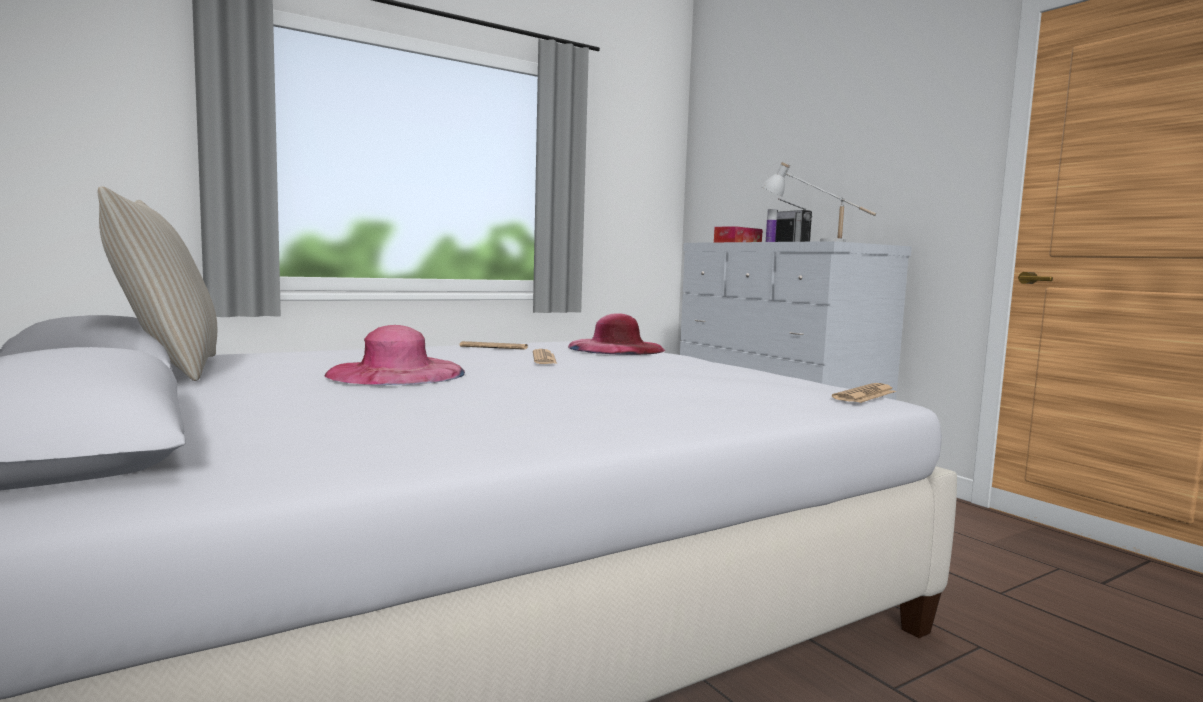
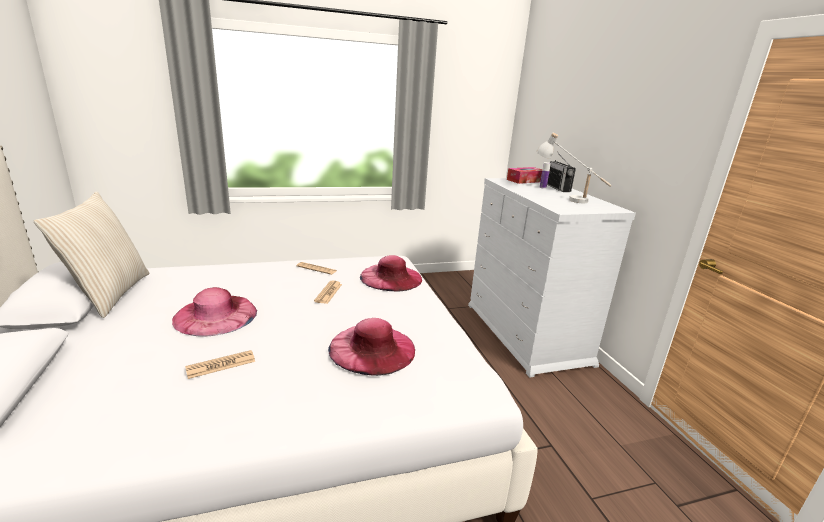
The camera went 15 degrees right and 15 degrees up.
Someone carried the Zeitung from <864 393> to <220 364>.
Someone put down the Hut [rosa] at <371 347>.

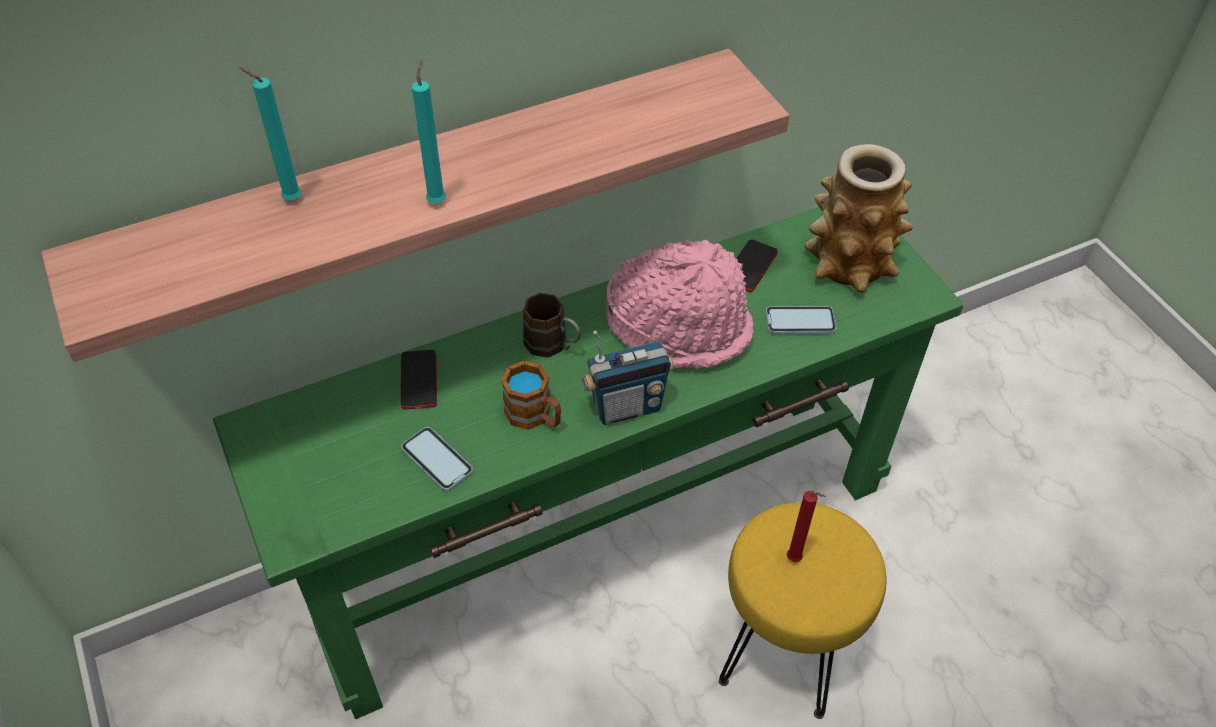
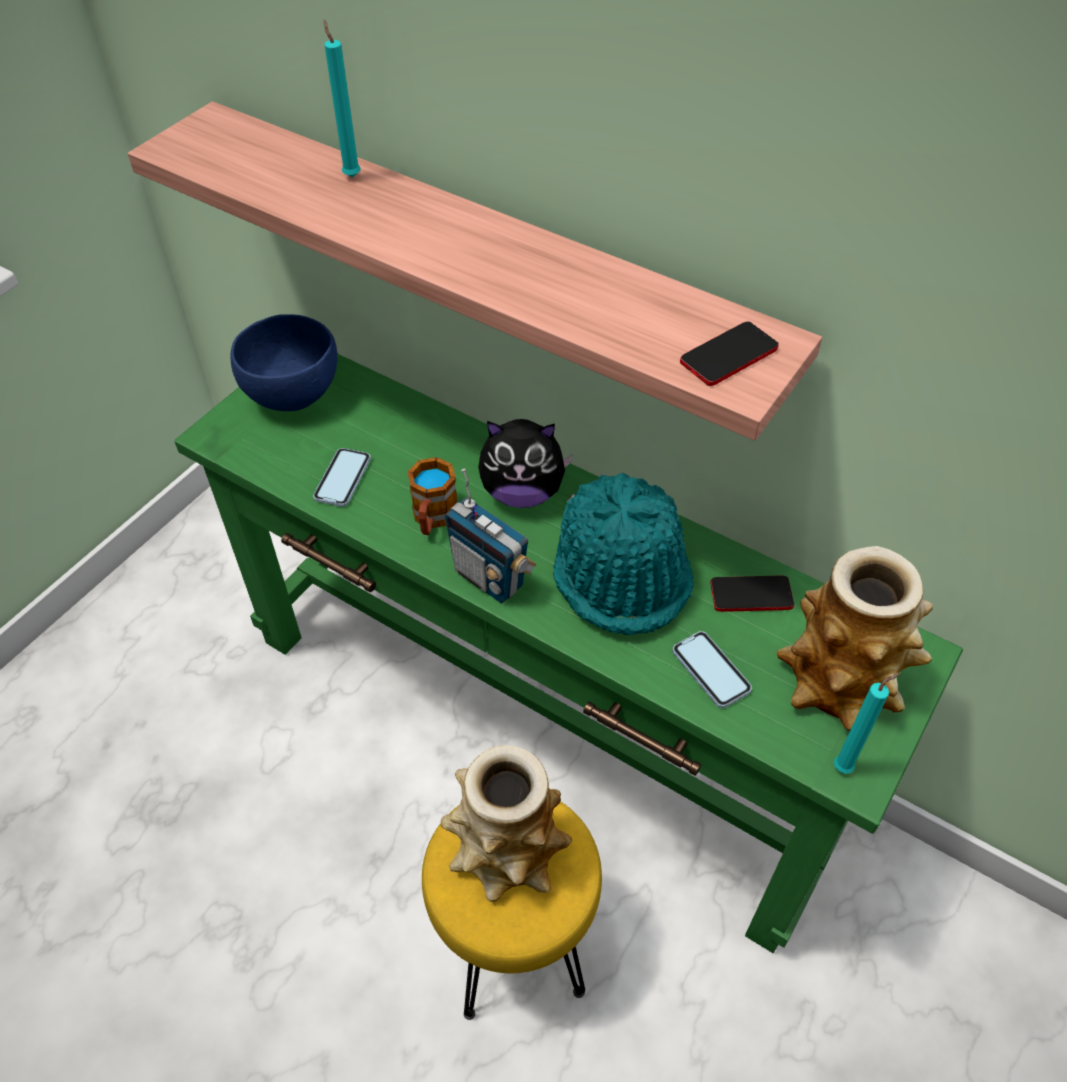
The camera went 60 degrees right and 0 degrees up.
Someone put down the Schüssel [blau] at <283 362>.
Someone swapped the Kerze [rot] at <806 526> for the Vase at <506 823>.
Someone swapped the Henkelbecher [braun] at <552 325> for the Plüschtier at <525 463>.
Someone repainted the Hut [rosa] at <680 304>, which became the Hut [türkis] at <623 554>.
Someone carried the Handy from <418 380> to <729 354>.
Someone carried the Kerze [türkis] from <429 131> to <867 723>.

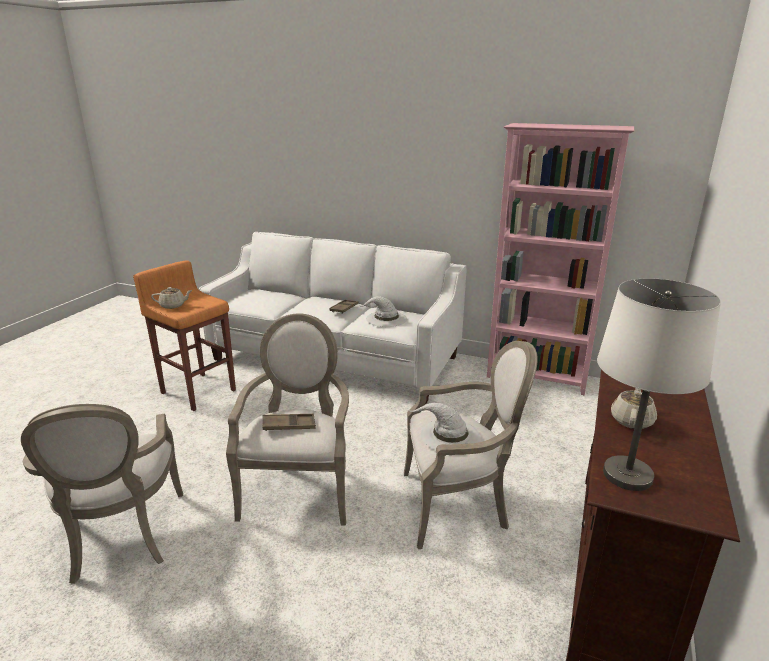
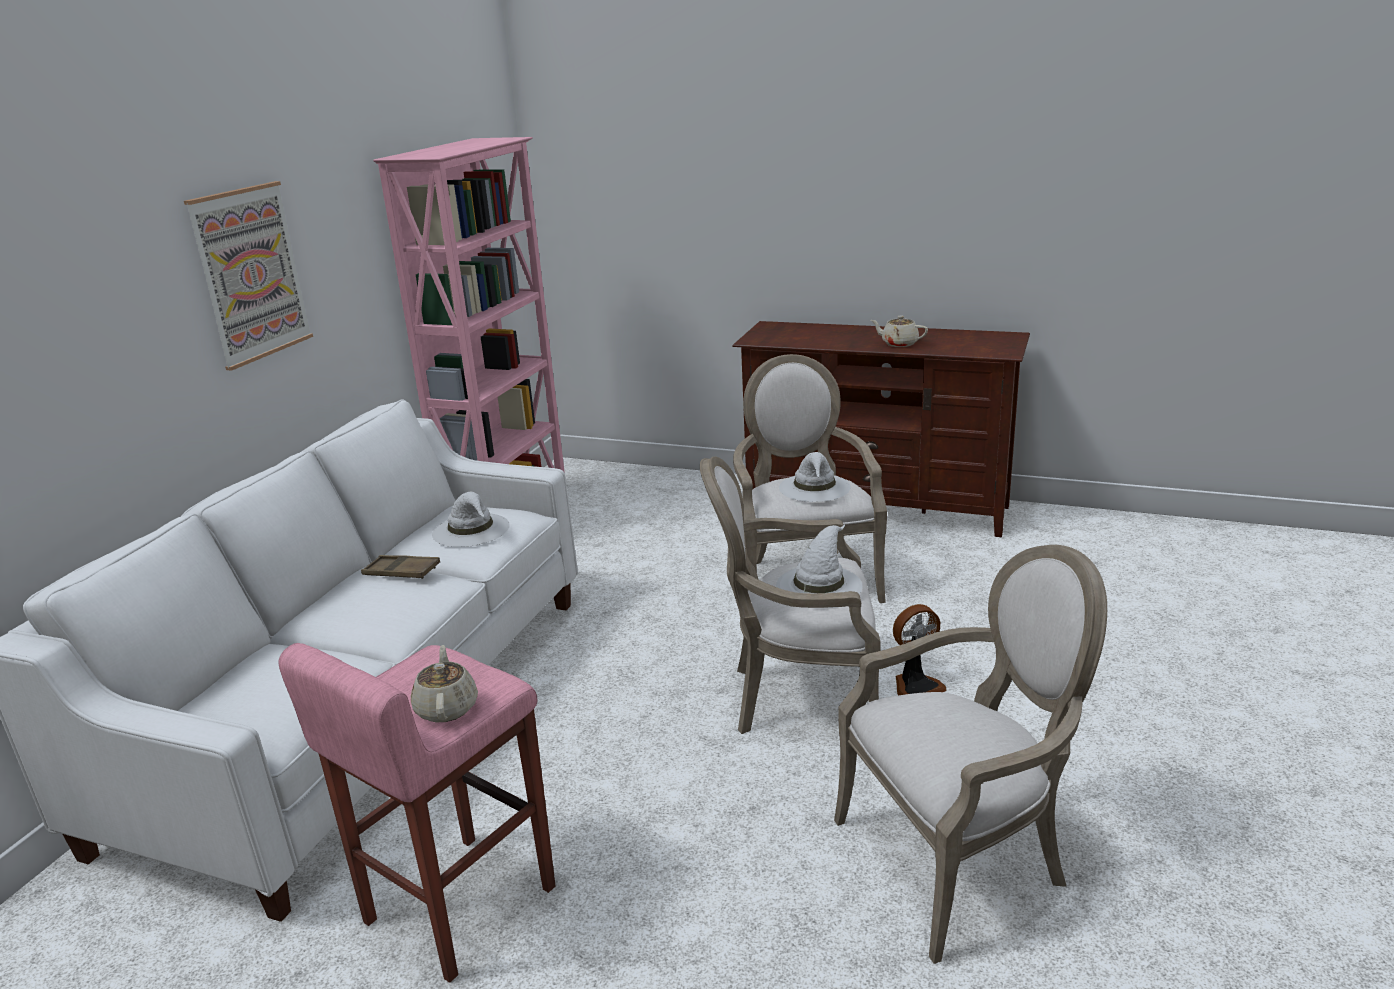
The camera went 90 degrees left and 0 degrees up.
Someone put up the Bild at <248 275>.
Someone repainted the Hocker [orange] at <184 336>, which became the Hocker [rosa] at <417 813>.
Someone swapped the Tablett [braun] at <289 422> for the Hut [weiß] at <819 559>.
Someone put down the Ventilator at <919 649>.
Someone took away the Tischlampe [weiß] at <659 384>.

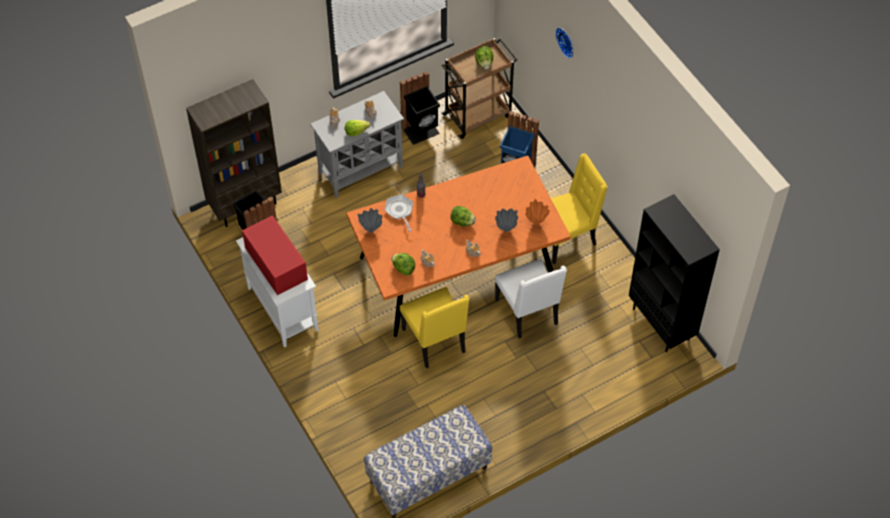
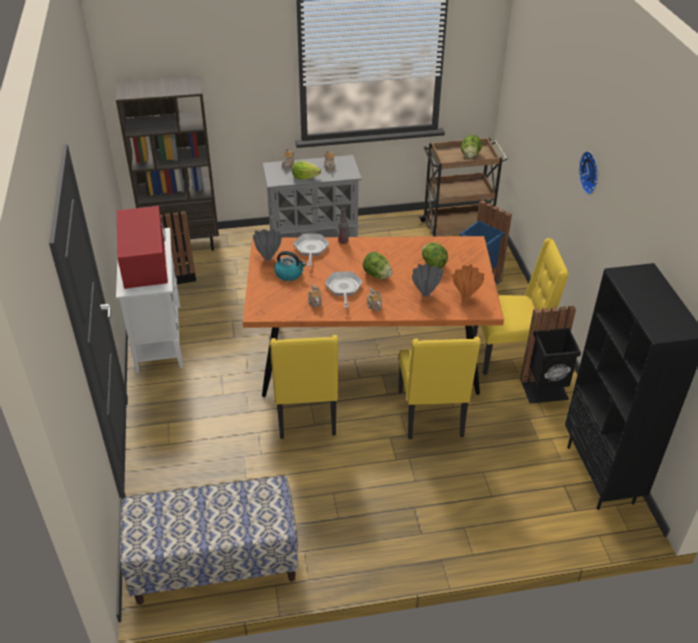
The camera went 20 degrees right and 15 degrees down.
Someone put down the Wasserkessel at <290 266>.
Someone put down the Pfanne at <344 289>.
Someone repainted the Stuhl [weiß] at <531 299>, which became the Stuhl [gelb] at <439 388>.
Someone carried the Salatkopf from <403 264> to <435 255>.
Someone carried the Mülleimer [schwarz] from <420 108> to <550 354>.
Someone carried the Wanduhr from <564 42> to <588 173>.

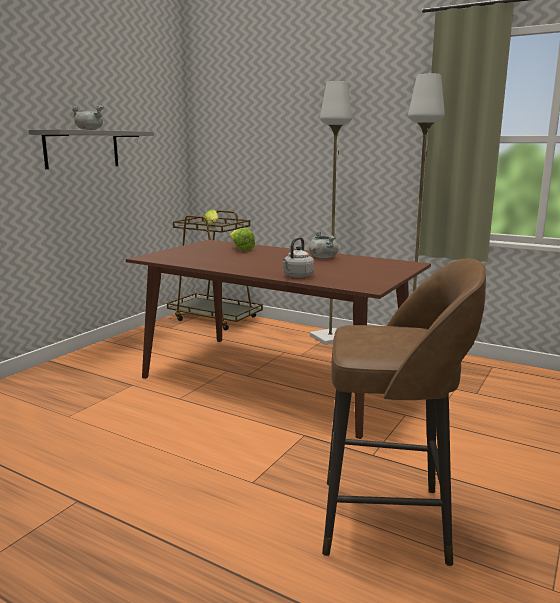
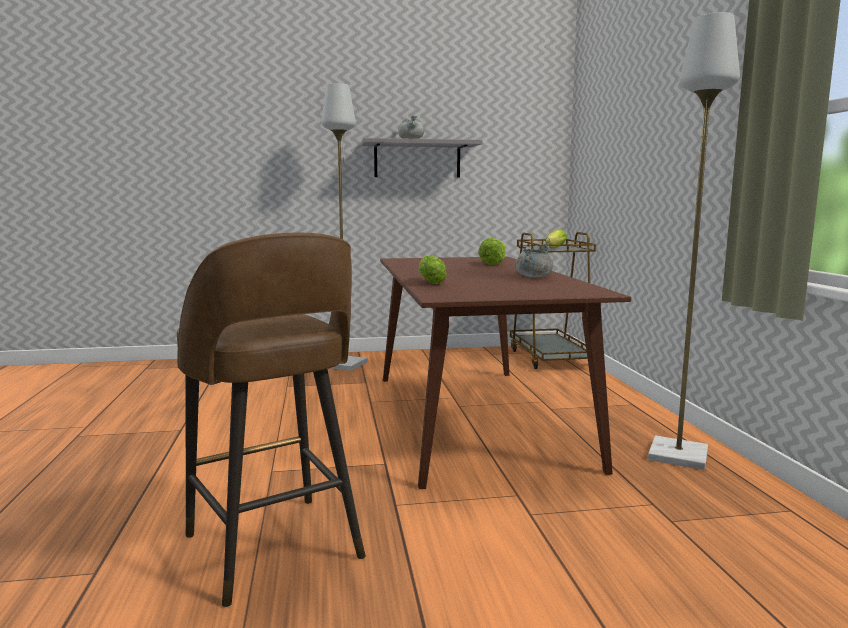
The camera went 50 degrees right and 5 degrees down.
Someone carried the Stehlampe [grau] from <331 213> to <344 227>.
Someone swapped the Wasserkessel [grau] at <298 257> for the Salatkopf at <433 269>.

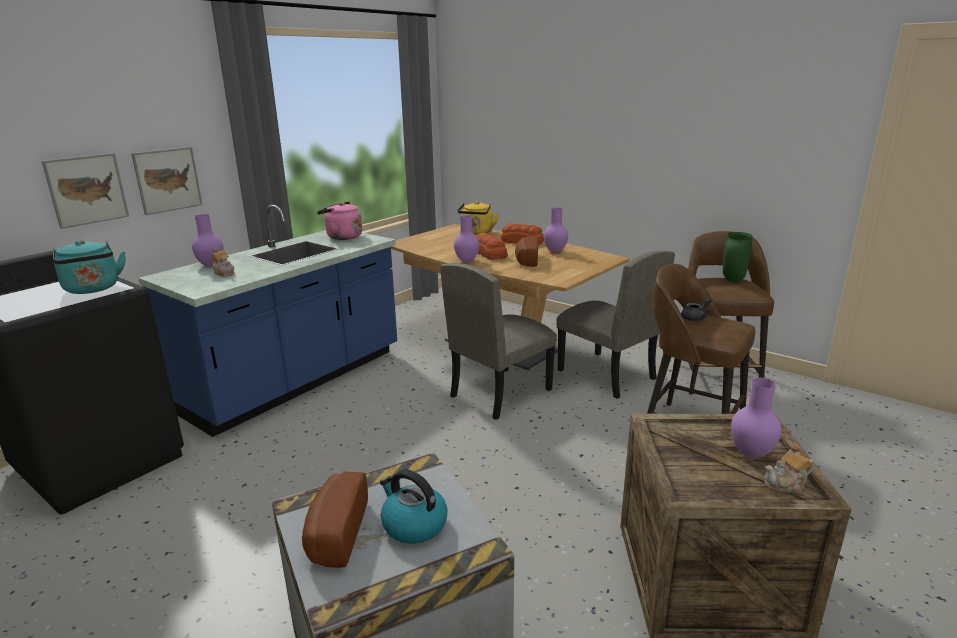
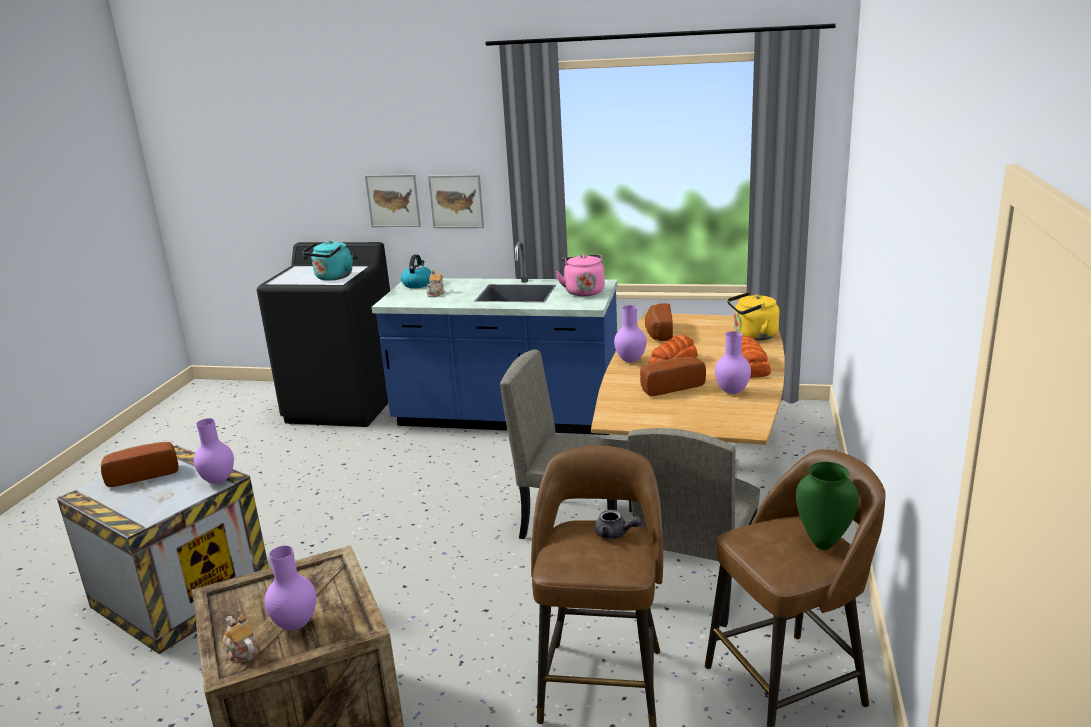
The camera went 65 degrees right and 0 degrees up.
Someone carried the Vase [lila] from <208 240> to <214 451>.
Someone carried the Wasserkessel from <413 506> to <416 271>.
Someone put down the Brot at <659 322>.

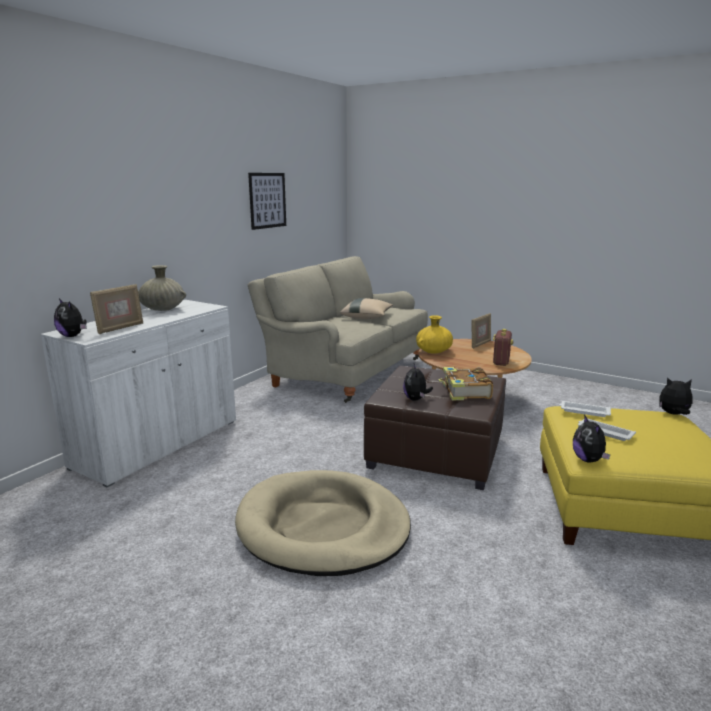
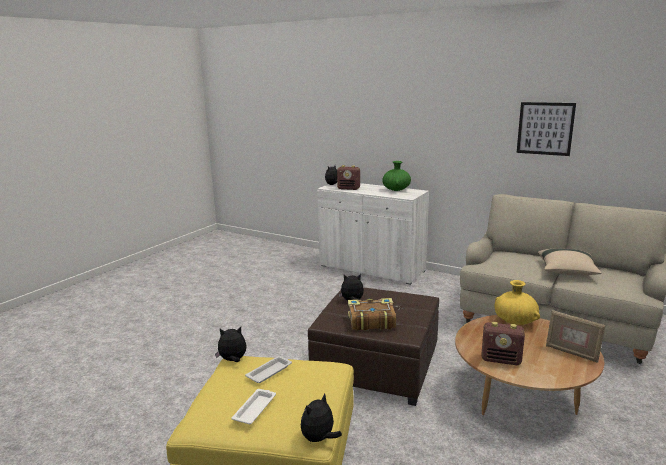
The camera went 90 degrees right and 0 degrees up.
Someone carried the Tablett [weiß] from <585 409> to <253 406>.
Someone rotated the Plüschtier at <676 396> by 150 degrees counterclockwise.
Someone swapped the Bilderrahmen at <117 309> for the Radio at <348 177>.
Someone repainted the Vase [beige] at <162 288>, which became the Vase [grün] at <396 176>.
Someone took away the Hundebett [beige] at <323 523>.

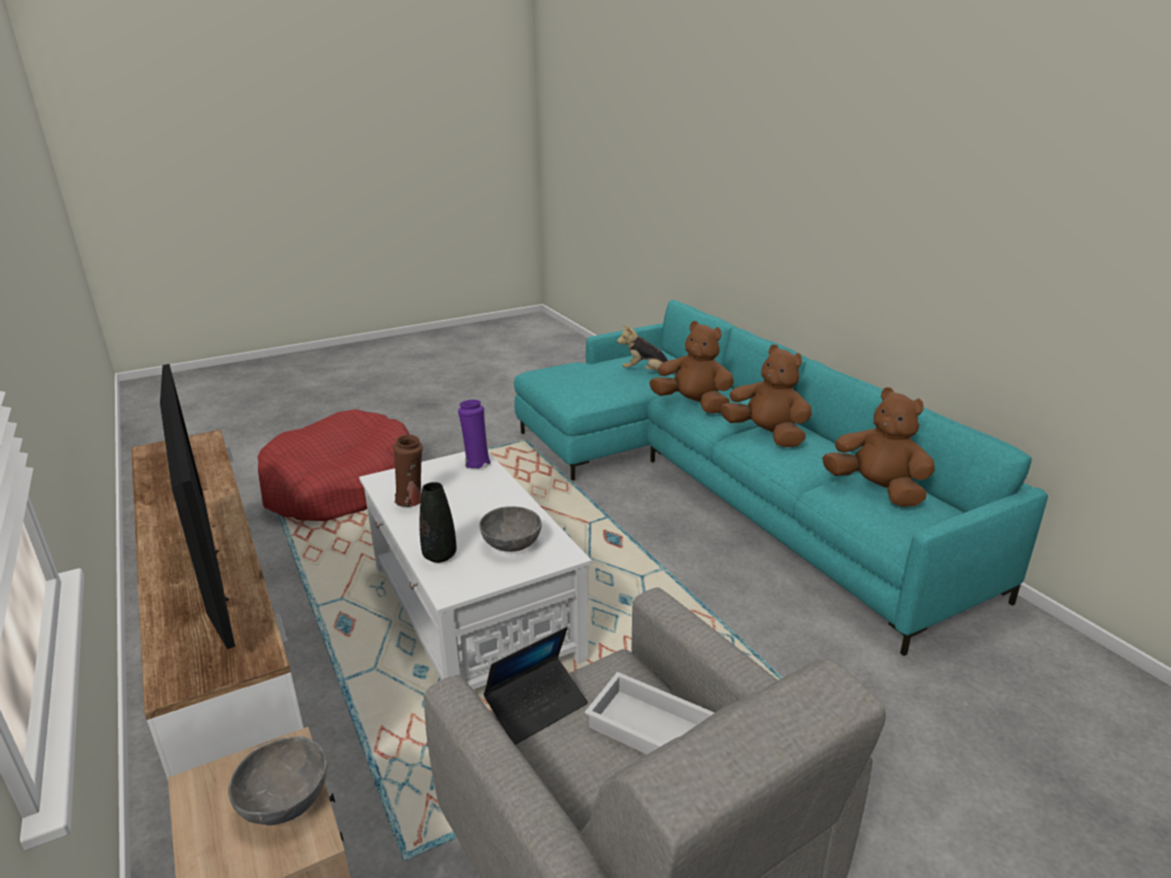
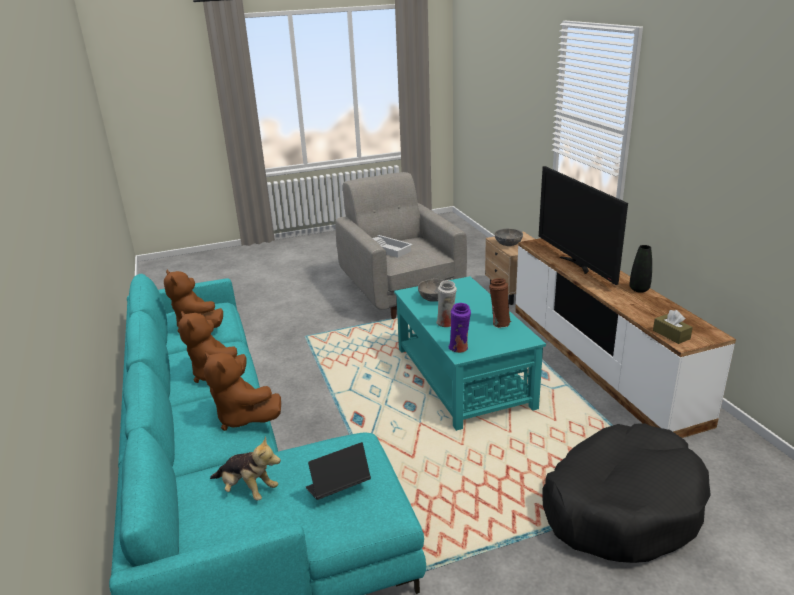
The camera went 170 degrees left and 0 degrees up.
Someone carried the Laptop from <535 686> to <338 471>.
Someone repainted the Couchtisch [weiß] at <475 571>, which became the Couchtisch [türkis] at <470 353>.
Someone put down the Vase [weiß] at <446 303>.
Someone repainted the Hundebett [rot] at <333 465>, which became the Hundebett [schwarz] at <626 493>.
Someone carried the Vase [schwarz] from <438 522> to <640 269>.
Someone put down the Taschentuchbox [braun] at <673 327>.

